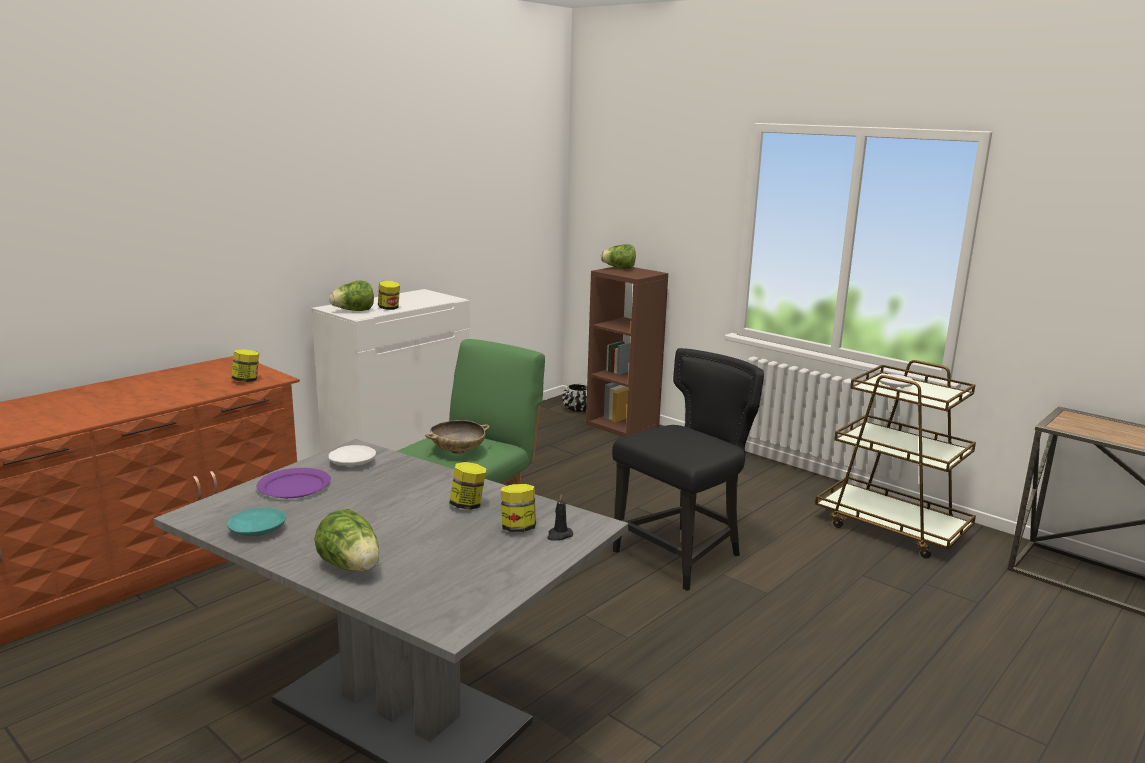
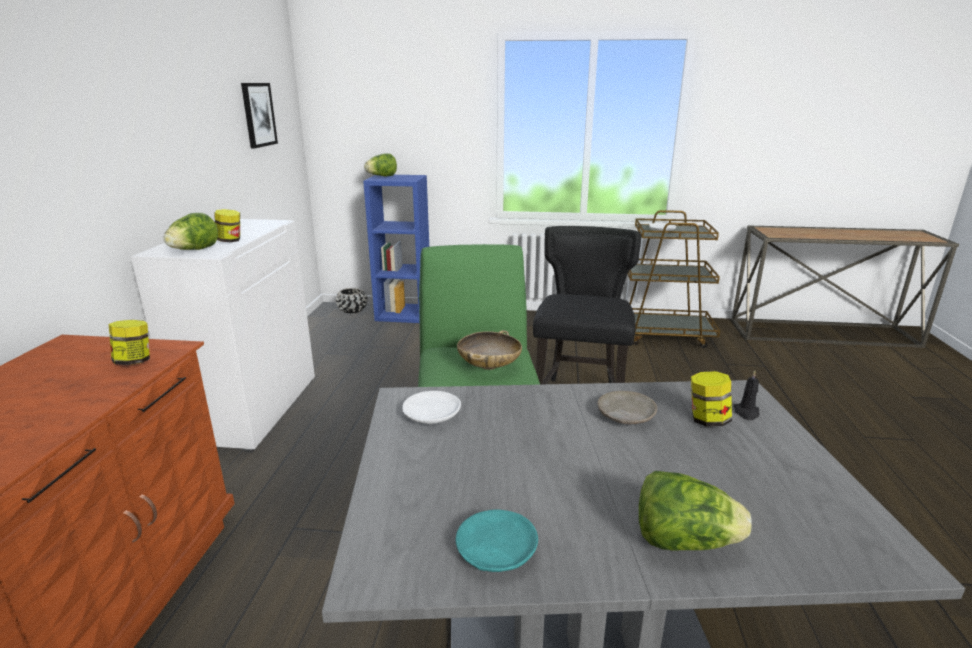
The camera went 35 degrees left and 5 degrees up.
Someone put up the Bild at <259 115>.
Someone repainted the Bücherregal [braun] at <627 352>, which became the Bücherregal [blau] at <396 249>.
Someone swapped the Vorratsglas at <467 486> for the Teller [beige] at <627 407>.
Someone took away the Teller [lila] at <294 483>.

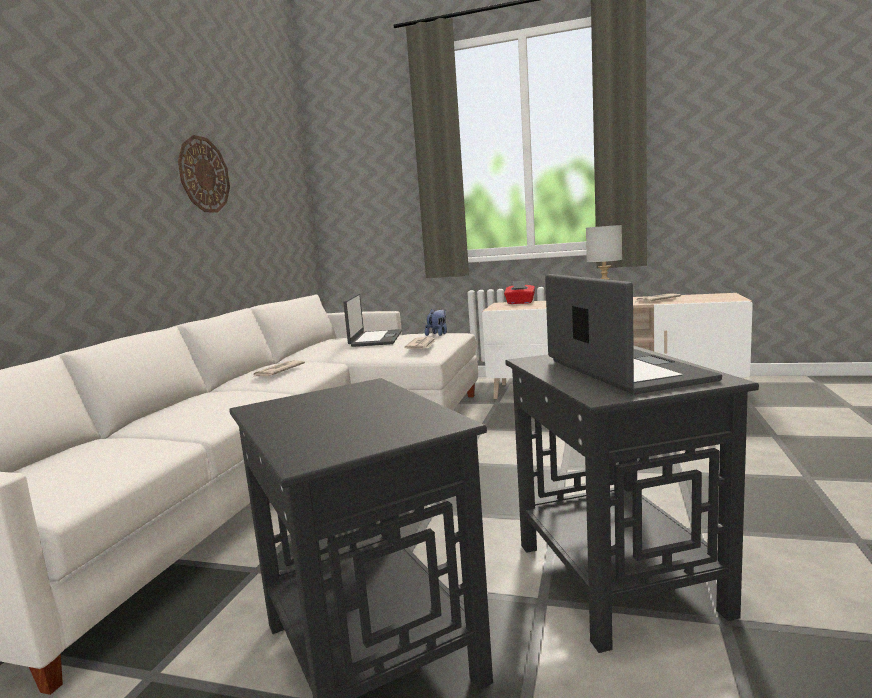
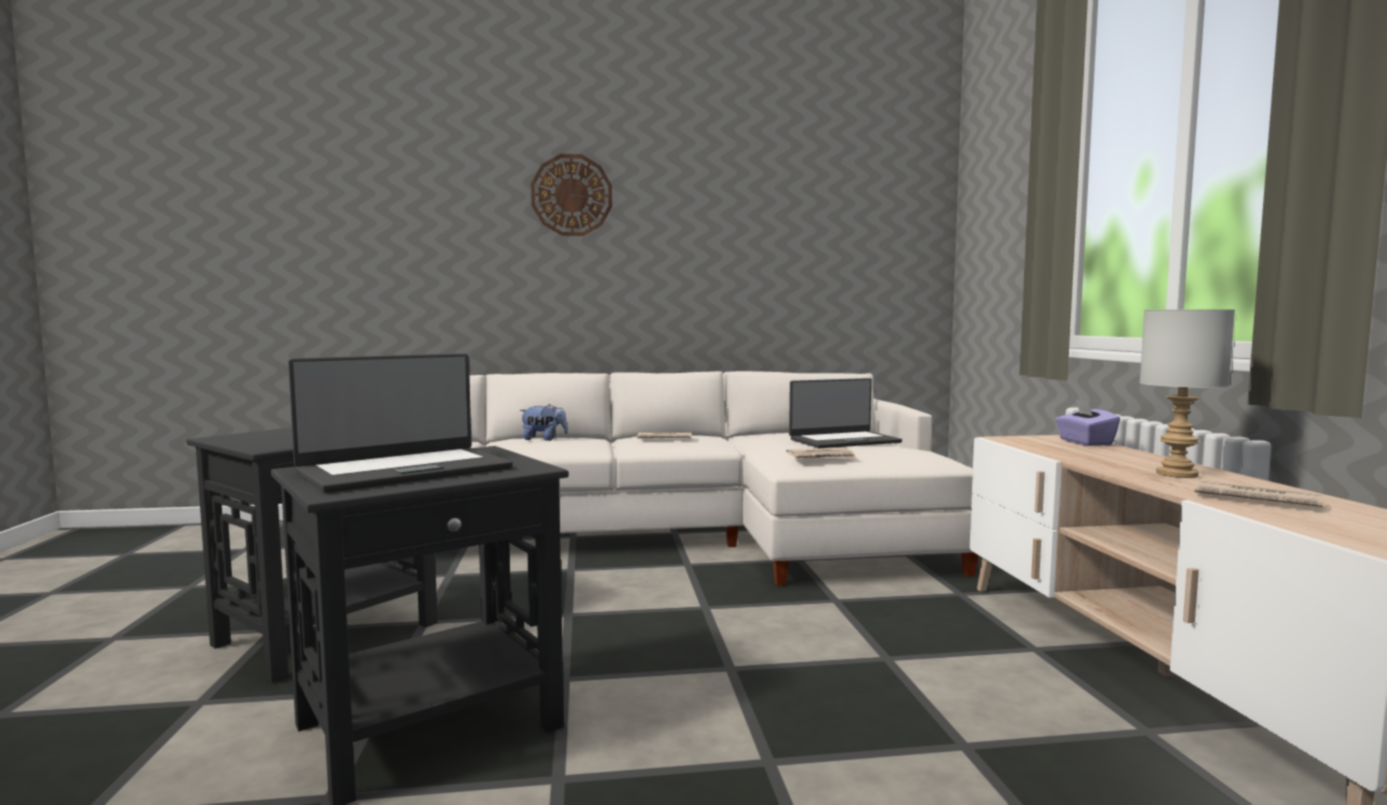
The camera went 65 degrees right and 5 degrees down.
Someone carried the Plüschtier from <436 322> to <543 422>.
Someone carried the Wanduhr from <204 174> to <571 195>.
Someone repainted the Taschentuchbox [rot] at <519 292>, which became the Taschentuchbox [lila] at <1087 422>.

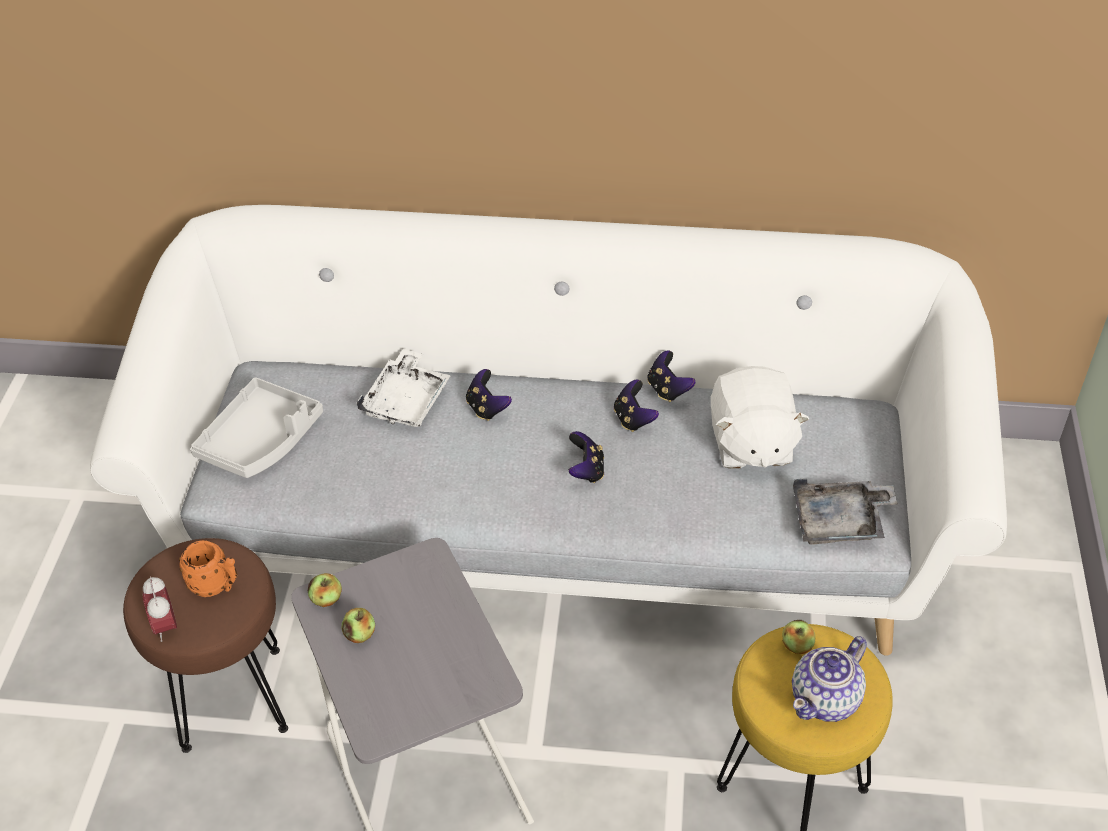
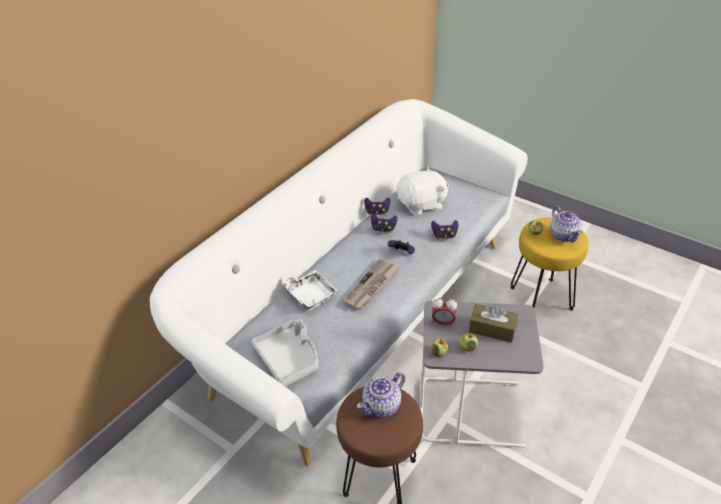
The camera went 60 degrees left and 5 degrees down.
Someone put down the Zeitung at <371 284>.
Someone swapped the Henkelbecher [orange] at <208 568> for the Teekanne at <381 395>.
Someone rotated the Plüschtier [weiß] at <760 417> by 45 degrees counterclockwise.
Someone carried the Gamepad from <489 395> to <444 229>.
Someone carried the Wecker from <159 609> to <444 312>.
Someone put down the Taschentuchbox [braun] at <493 323>.
Someone took away the Tablett [grau] at <845 512>.

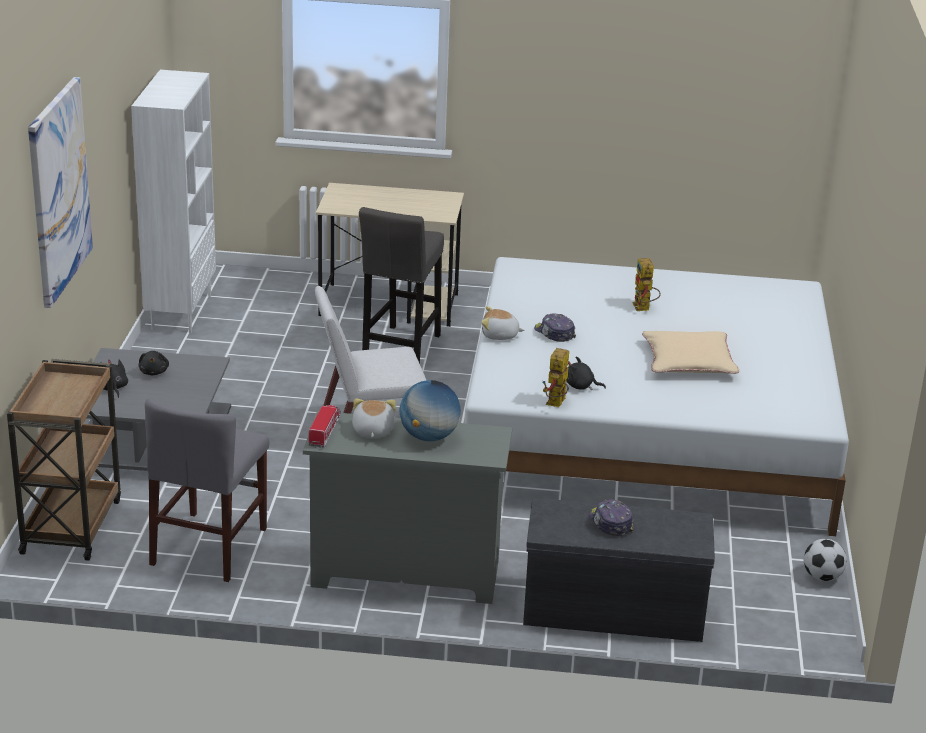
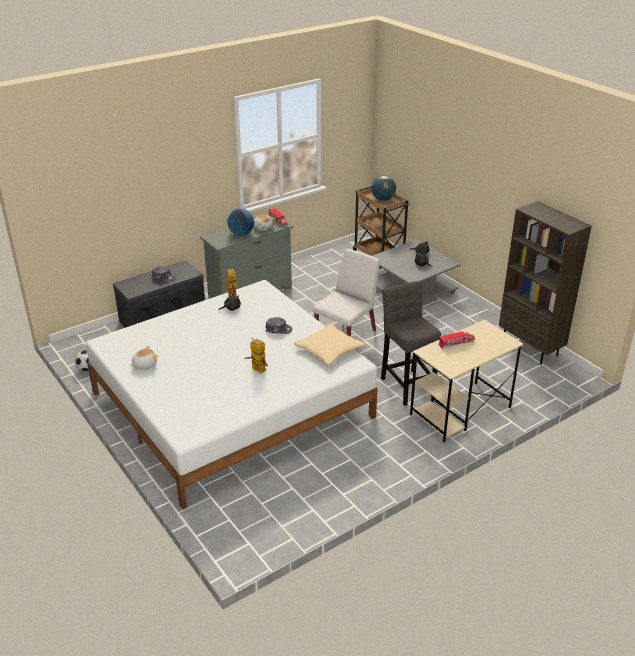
The camera went 140 degrees right and 5 degrees up.
Someone carried the Plüschtier from <502 323> to <144 357>.
Someone carried the Kissen [beige] from <690 352> to <329 344>.
Someone put down the Globus at <383 188>.
Someone put down the Spielzeuglaster at <456 339>.
Someone repainted the Bücherregal [weiß] at <173 201>, which became the Bücherregal [braun] at <545 283>.
Someone took away the Bild at <60 192>.
Someone took away the Stuhl [grau] at <207 490>.

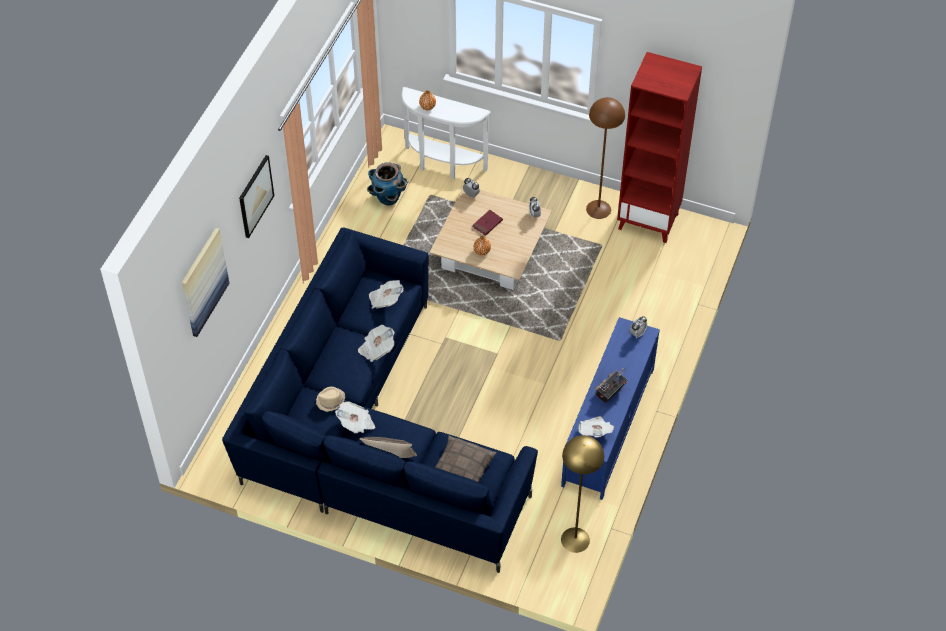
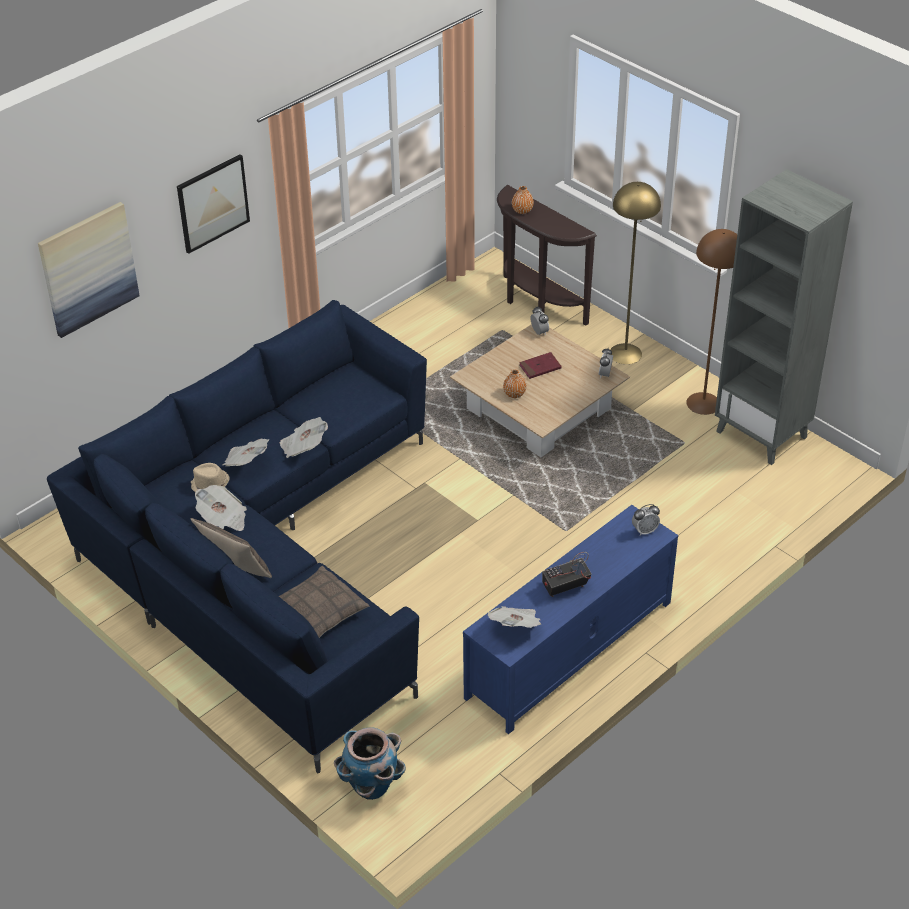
The camera went 25 degrees right and 10 degrees down.
Someone carried the Zeitung from <386 294> to <245 452>.
Someone carried the Pflanzkübel from <387 184> to <370 764>.
Someone repainted the Konsolentisch [weiß] at <446 133>, which became the Konsolentisch [braun] at <547 255>.
Someone carried the Stehlampe [gelb] from <582 494> to <635 273>.
Someone repainted the Bücherregal [rot] at <659 147>, which became the Bücherregal [grau] at <784 317>.

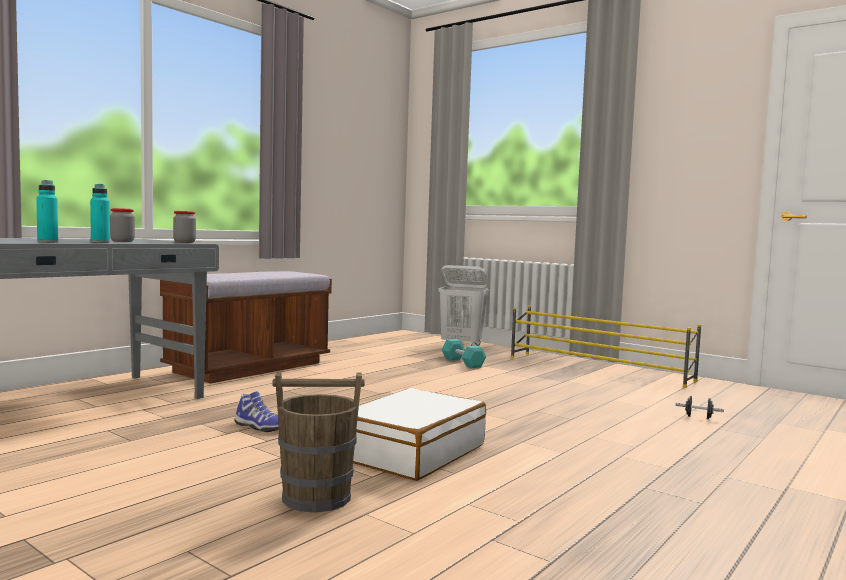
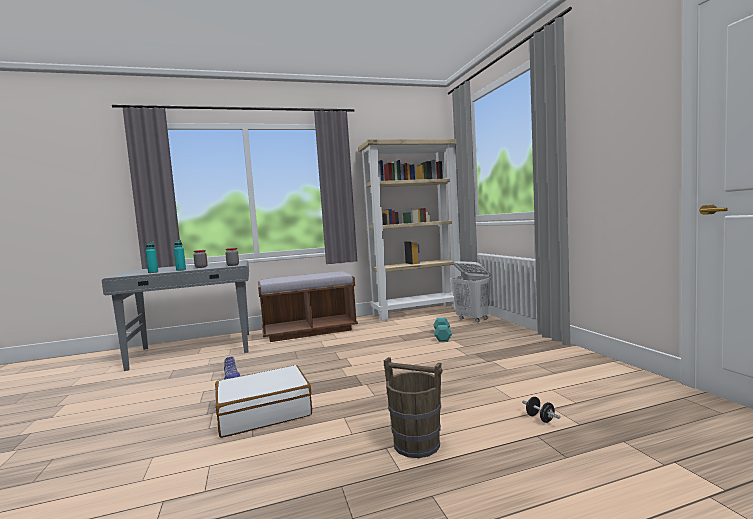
The camera went 35 degrees right and 0 degrees up.
Someone put down the Bücherregal [beige] at <409 230>.
Someone carried the Eimer [braun] from <318 442> to <413 407>.
Someone took away the Schuhregal [gelb] at <606 346>.

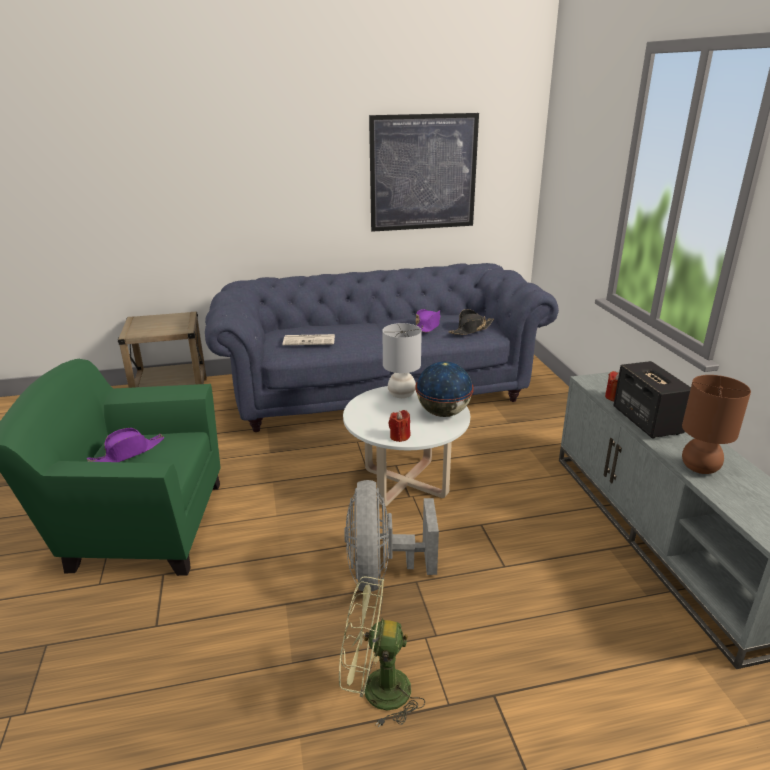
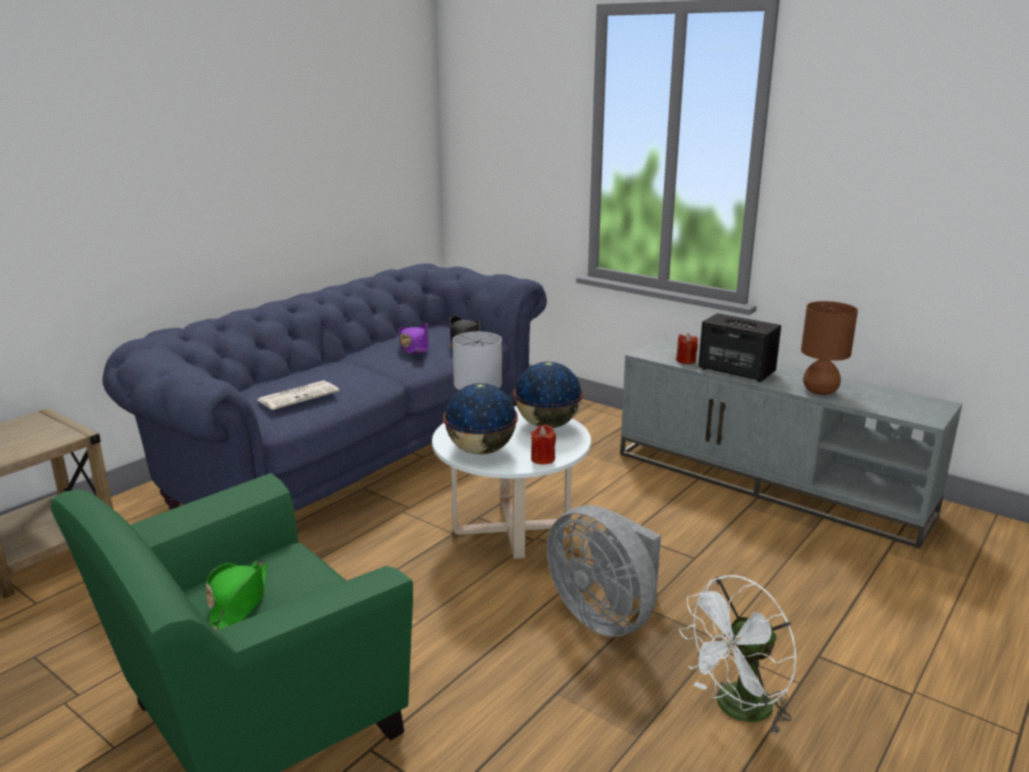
The camera went 40 degrees left and 5 degrees down.
Someone repainted the Hut [lila] at <125 445>, which became the Hut [grün] at <236 596>.
Someone put down the Globus at <480 419>.
Someone repainted the Ventilator [grün] at <382 652>, which became the Ventilator [weiß] at <738 655>.
Someone took away the Bild at <424 172>.

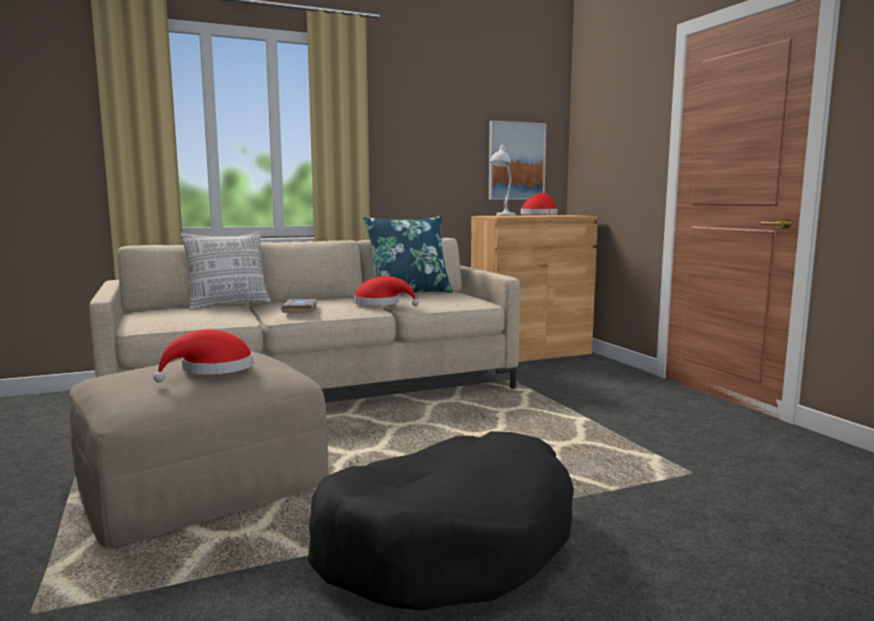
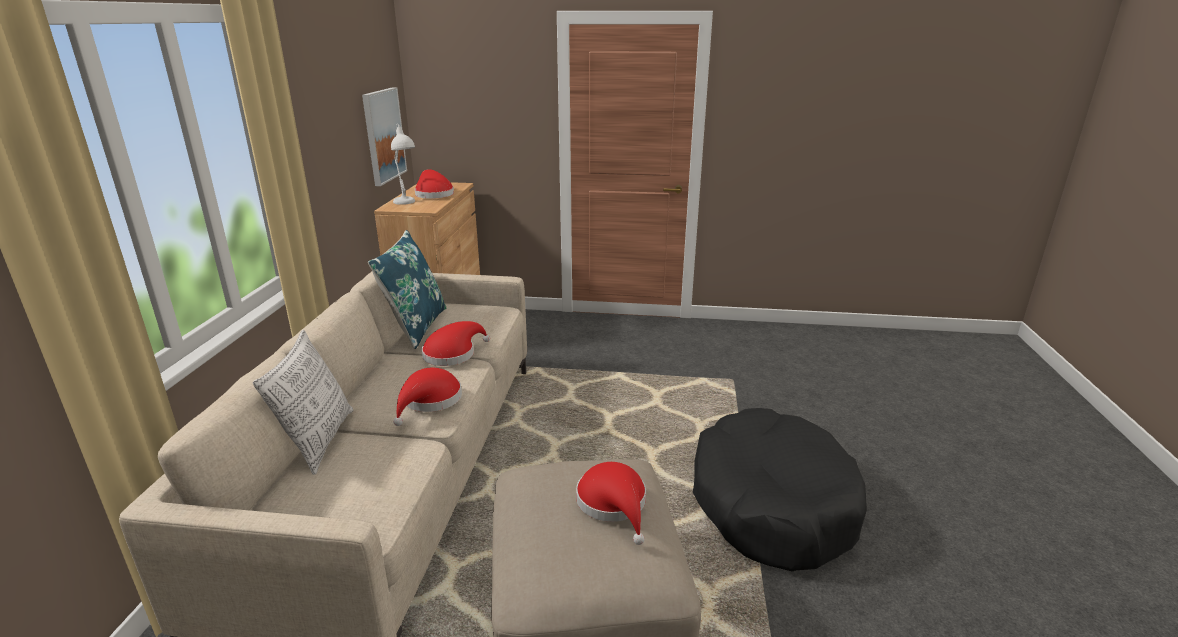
The camera went 60 degrees left and 15 degrees up.
Someone swapped the Buch [grau] at <299 306> for the Hut [rot] at <427 397>.

